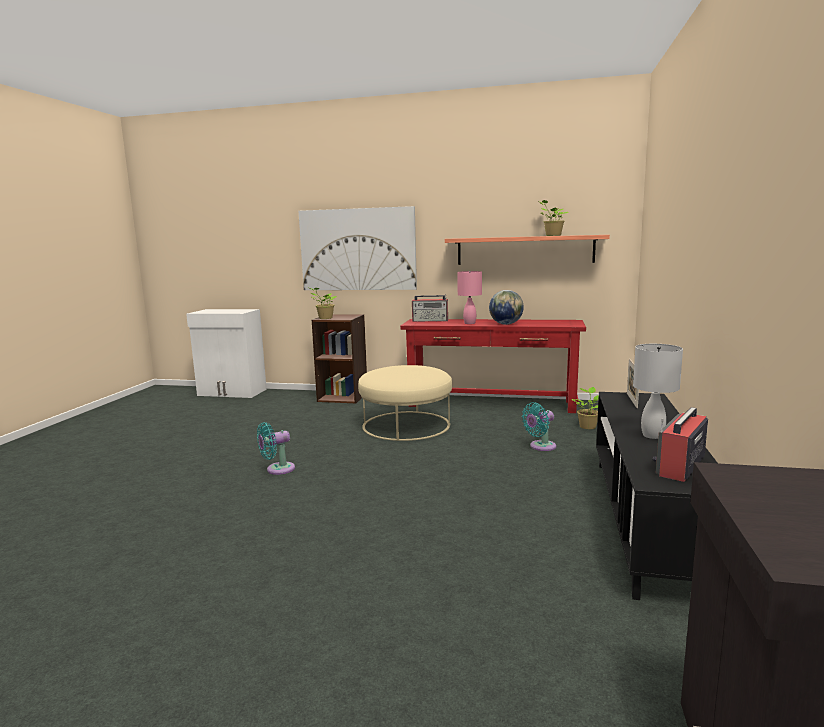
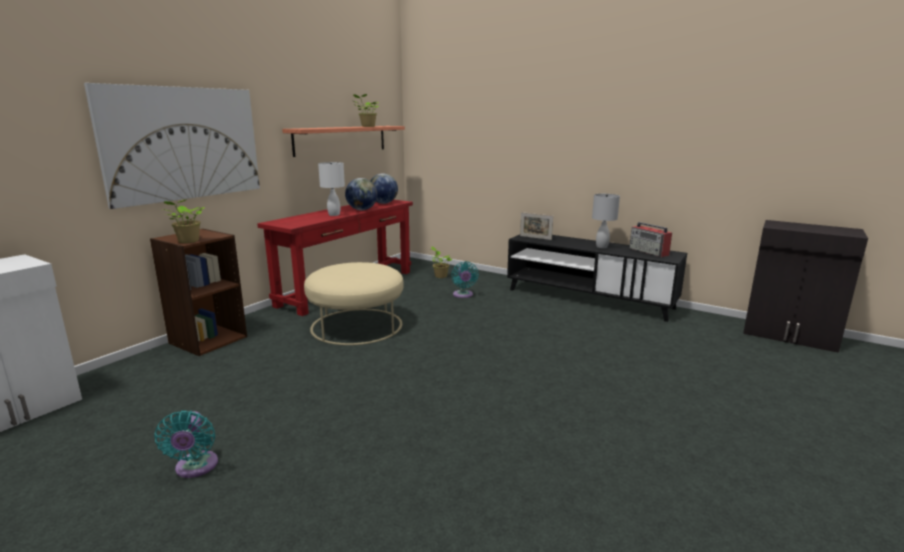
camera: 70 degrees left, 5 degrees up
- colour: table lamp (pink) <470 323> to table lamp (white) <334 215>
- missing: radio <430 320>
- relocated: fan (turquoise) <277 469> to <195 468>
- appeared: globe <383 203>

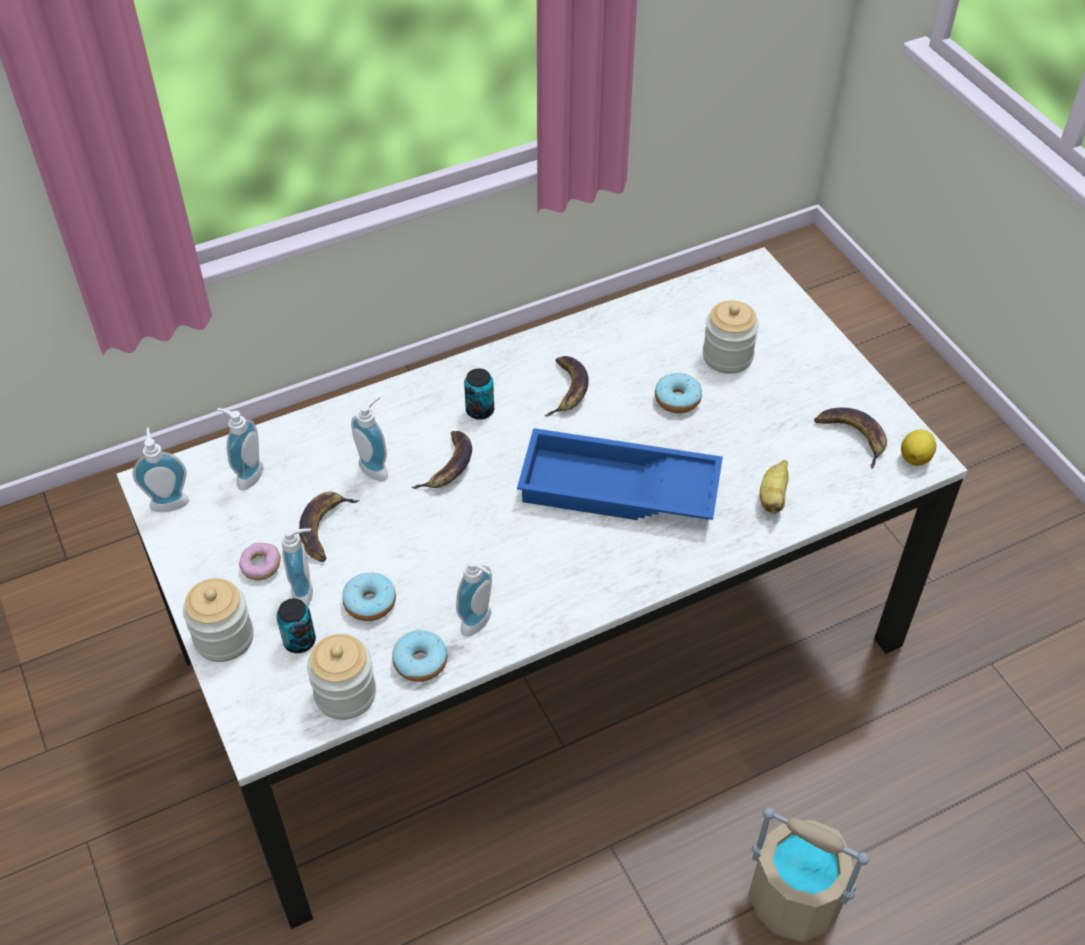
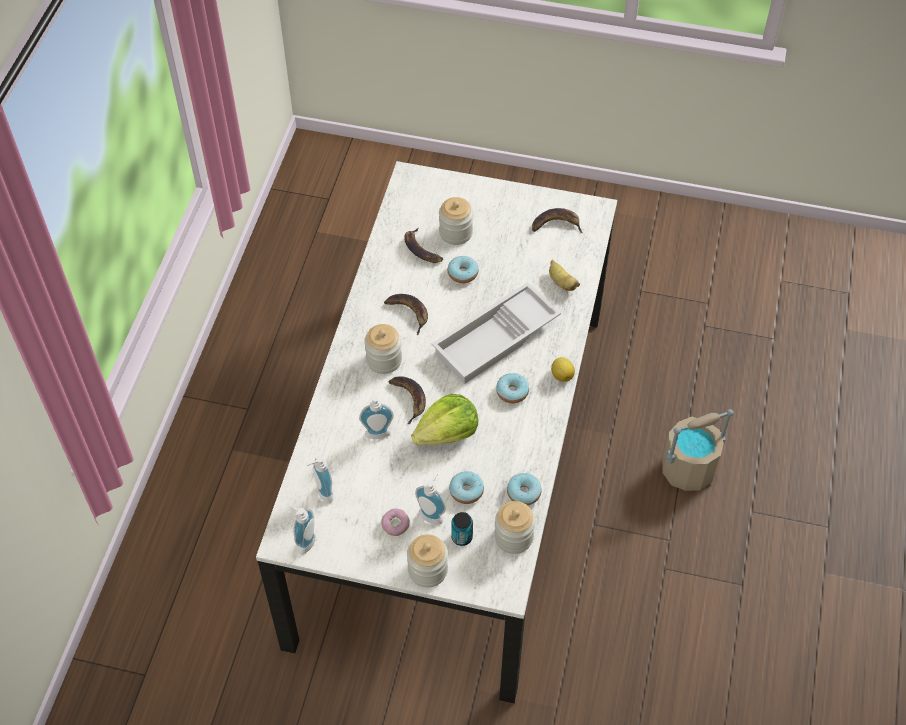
camera: 50 degrees left, 5 degrees up
- exchanged: can <480 410> to jar <384 360>
- colour: tray (blue) <617 491> to tray (white) <496 340>
- relocated: lemon <916 457> to <562 375>
- relocated: banana <324 528> to <421 249>
- missing: soap dispenser <480 624>
- appeared: donut <512 392>
- appeared: lettuce <447 433>

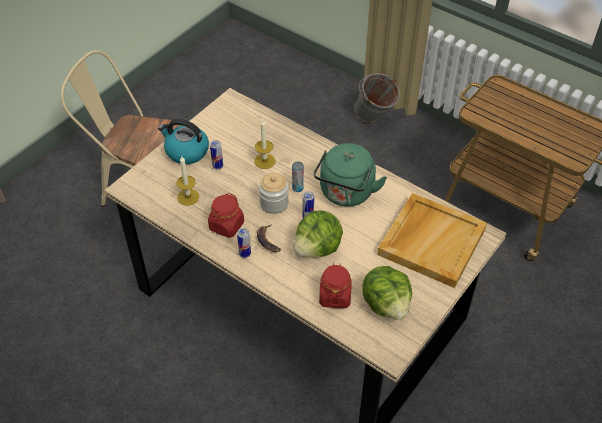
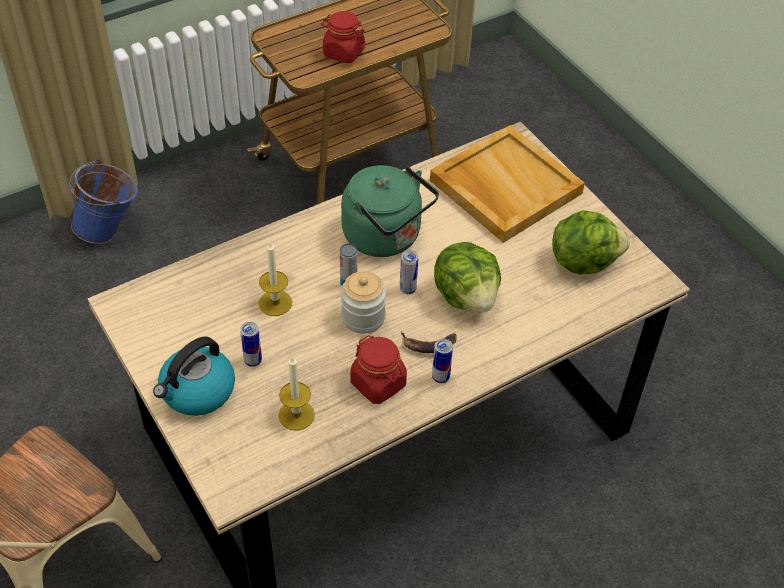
camera: 70 degrees left, 0 degrees up
- colour: bucket (grey) <374 119> to bucket (blue) <111 230>
- relocated: jar (red) <335 296> to <343 52>

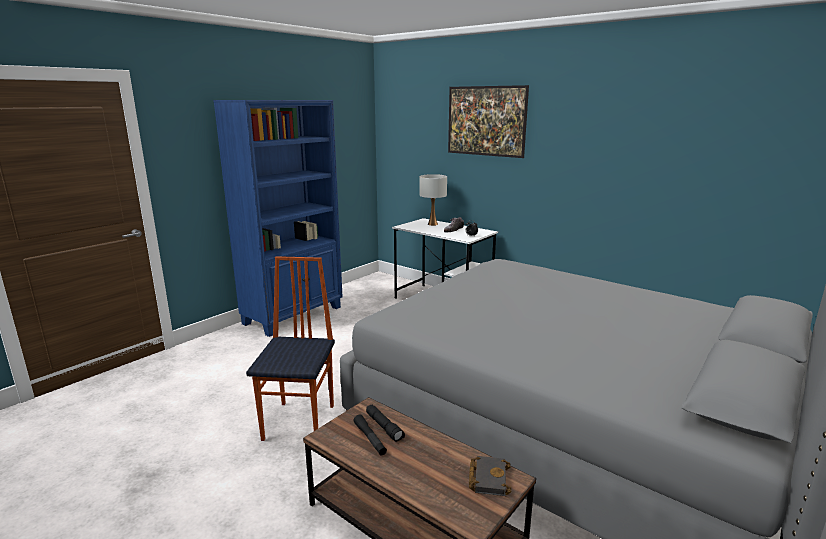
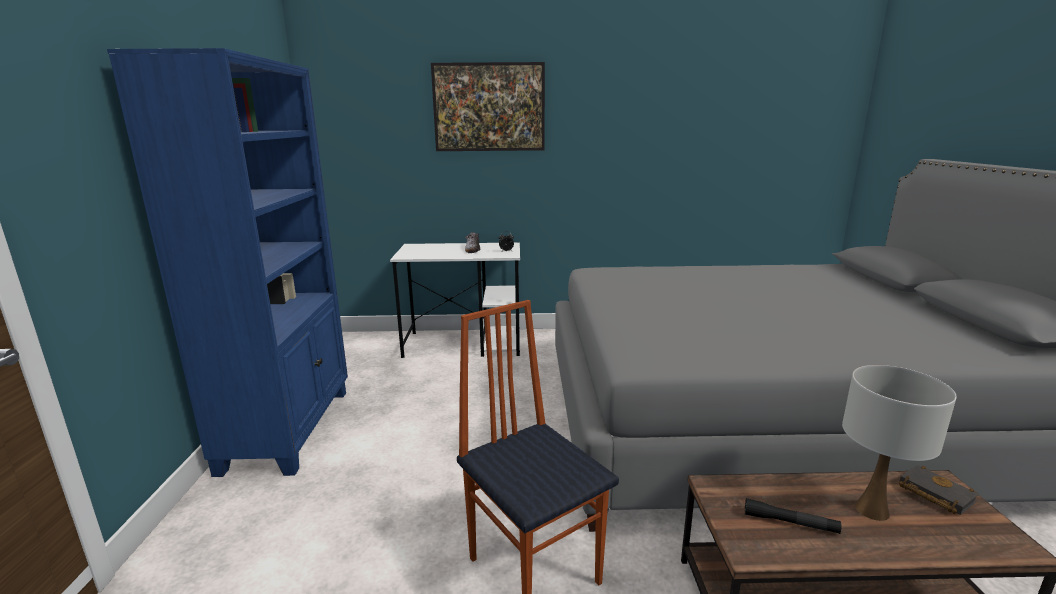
camera: 40 degrees left, 0 degrees up
- relocated: table lamp (white) <432 224> to <871 509>
- missing: flashlight (black) <385 427>

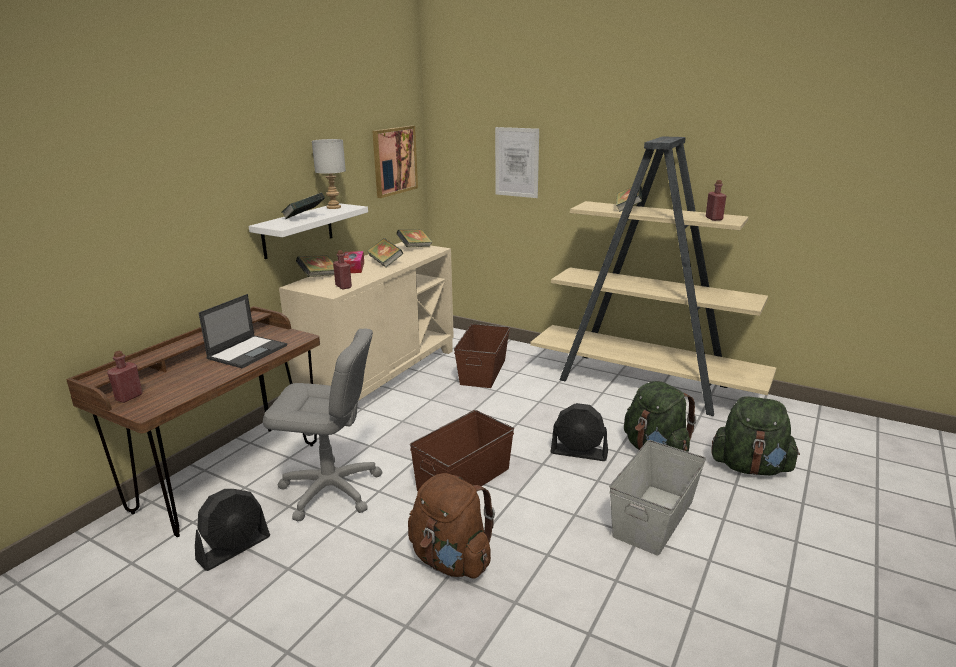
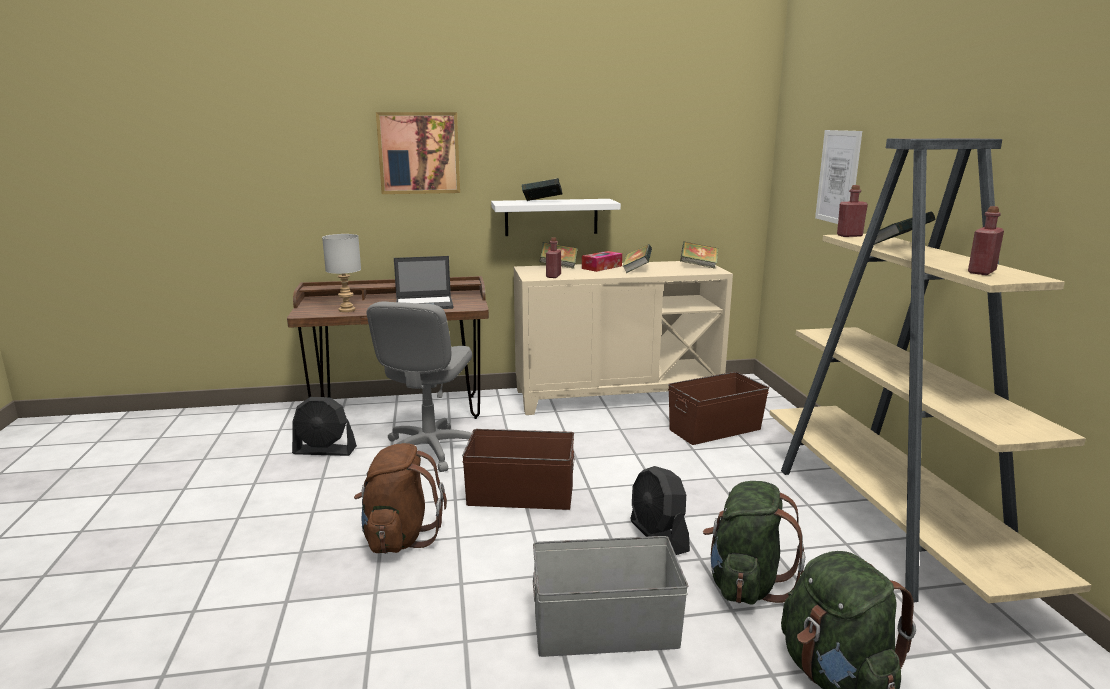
camera: 50 degrees right, 5 degrees down
- relocated: picture <394 160> to <419 153>
- relocated: table lamp (grey) <334 207> to <347 310>
- spun: office chair (grey) <330 490> = <429 450> 45 degrees clockwise
- relocated: bottle (red) <129 397> to <849 235>

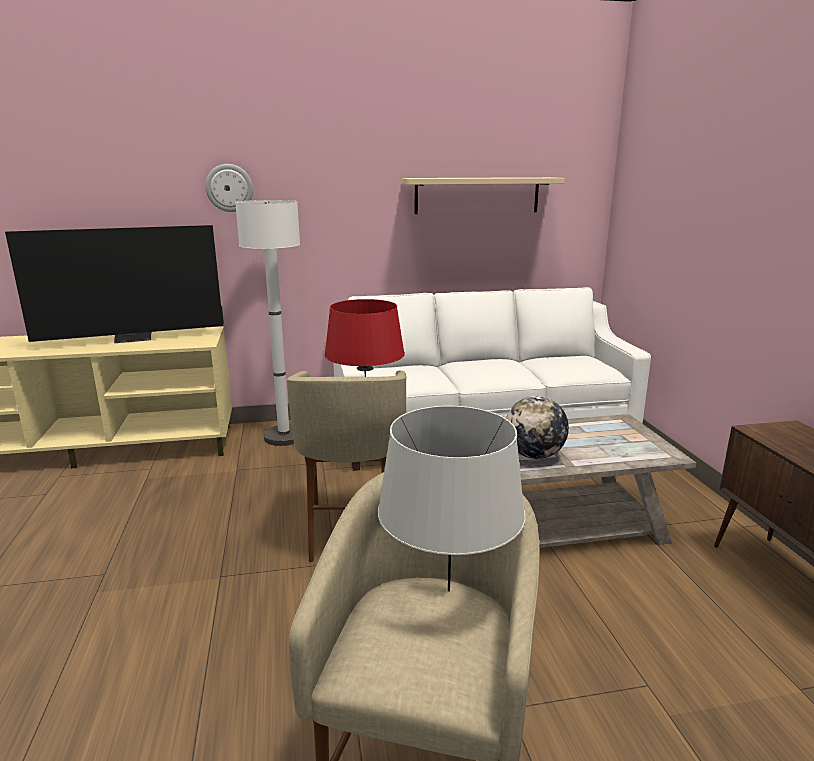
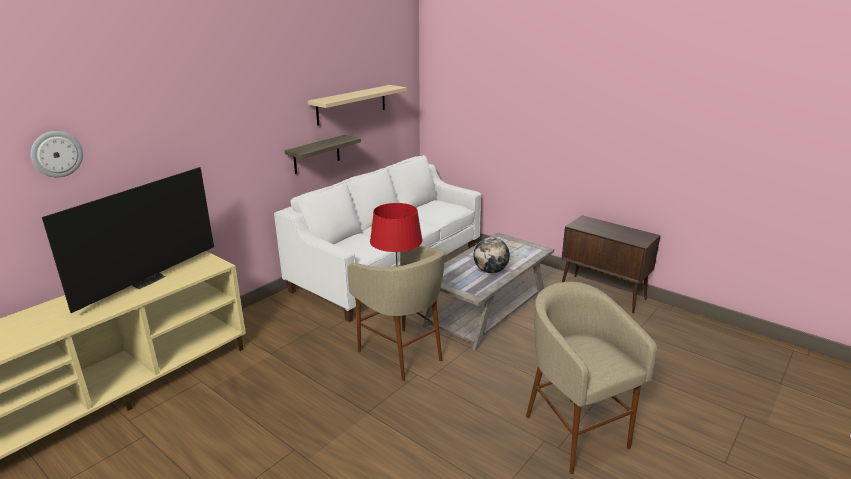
camera: 40 degrees left, 5 degrees up
- relocated: wall clock <229 188> to <56 154>
- missing: floor lamp (white) <284 437>
- missing: table lamp (grey) <448 591>
- appeared: shelf <316 154>

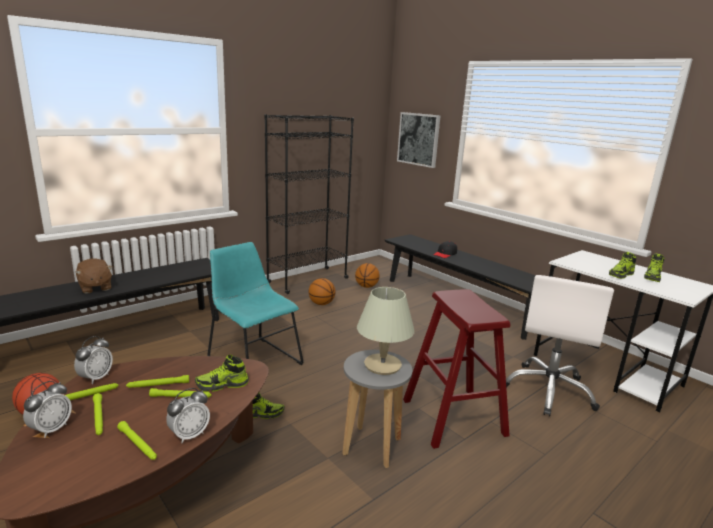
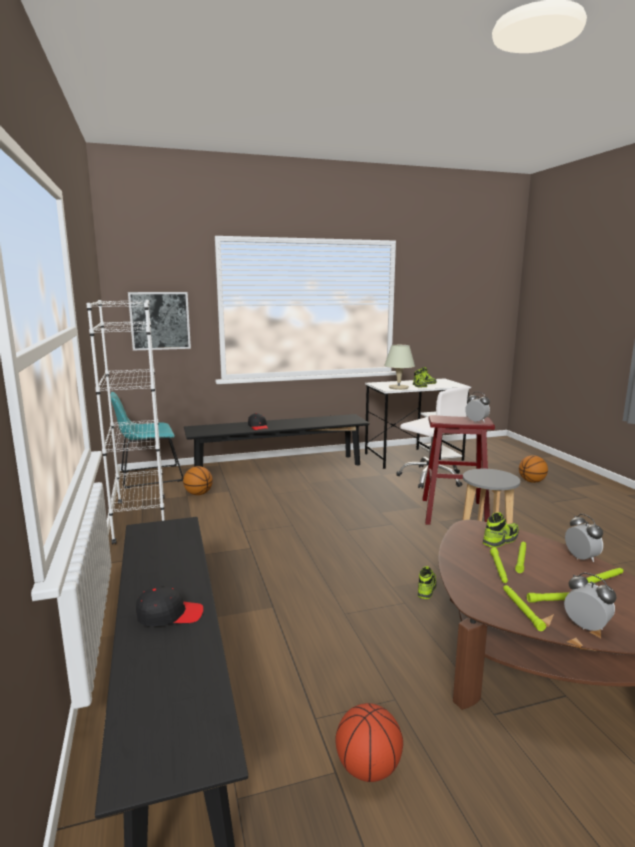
camera: 65 degrees left, 5 degrees down
- colour: bookcase (black) <307 280> to bookcase (white) <140 519>
- relocated: chair (turquoise) <253 360> to <148 476>
- exchanged: plush toy (brown) <95 287> to cap (black) <169 614>
- relocated: basketball <321 304> to <532 481>
- relocated: table lamp (beige) <383 365> to <398 387>
- relocated: alarm clock <96 378> to <476 421>
- spun: shoe <222 385> = <500 540> 135 degrees counterclockwise

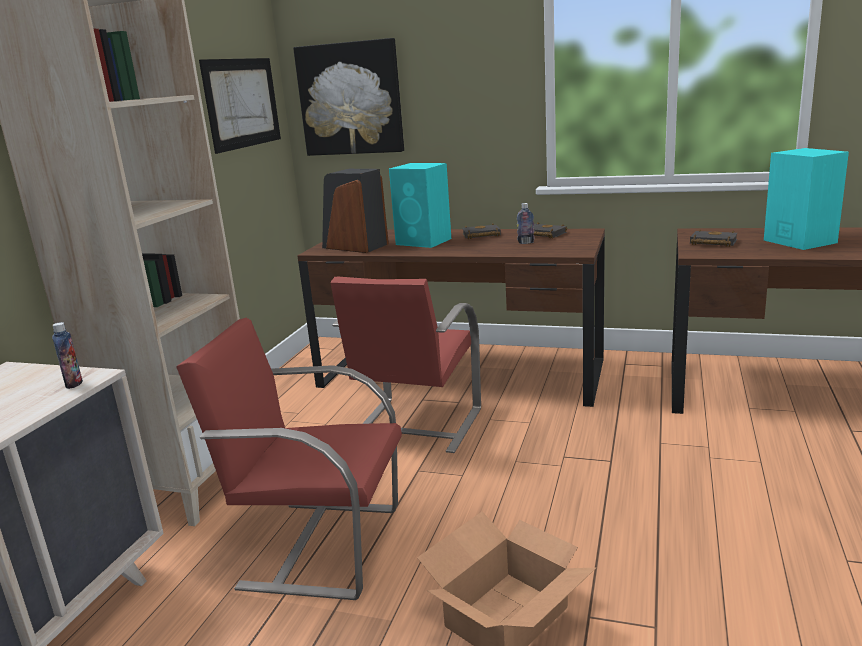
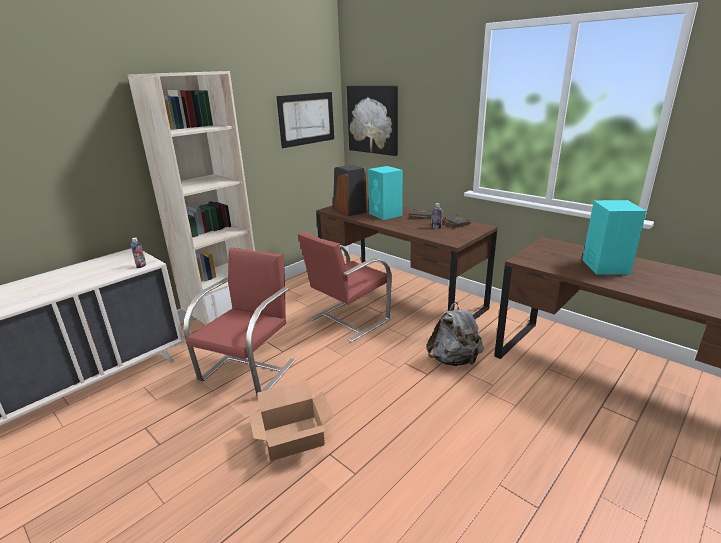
camera: 25 degrees right, 5 degrees up
- missing: book (black) <711 243>
- spun: chair (red) <319 545> = <250 369> 75 degrees clockwise
- appeared: backpack (grey) <454 360>

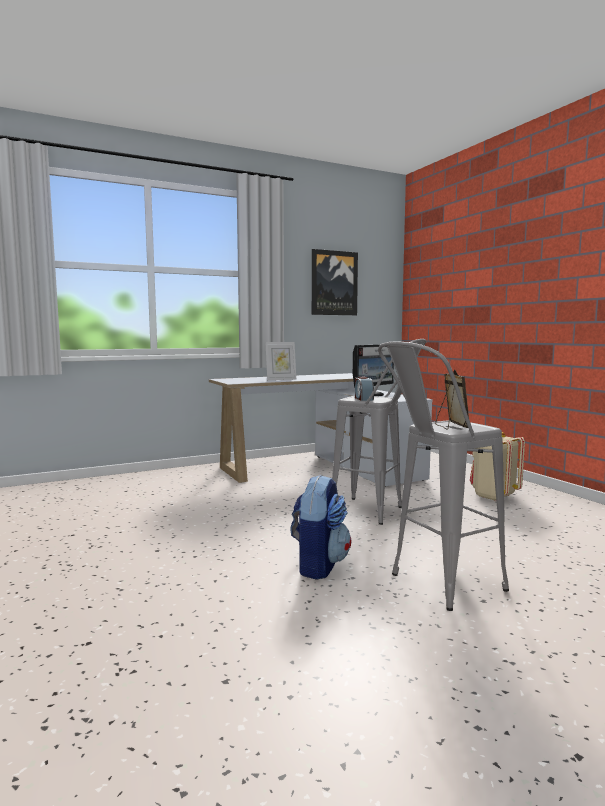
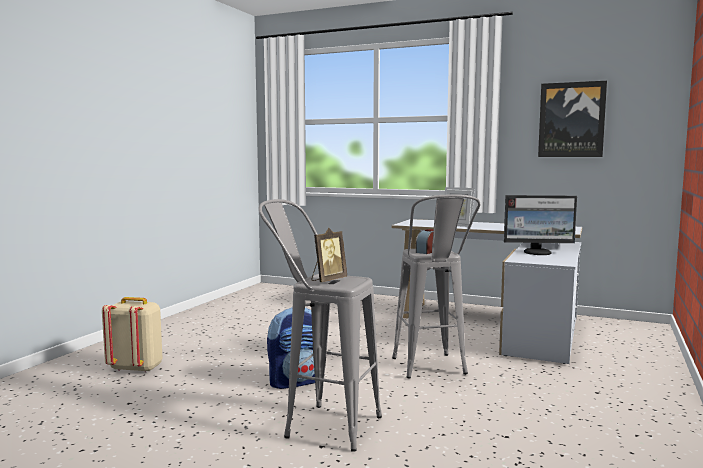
camera: 50 degrees right, 0 degrees up
- relocated: backpack (beige) <494 496> to <136 368>

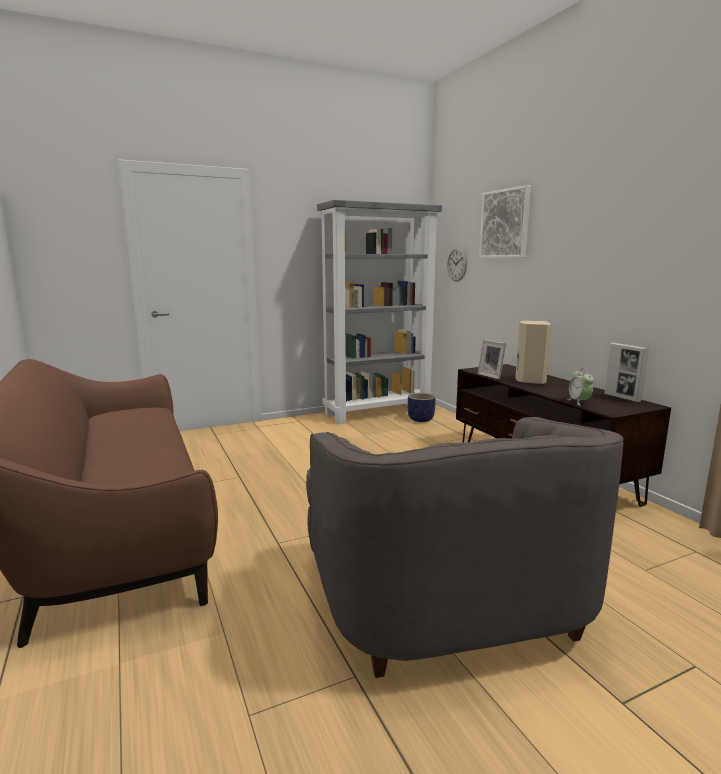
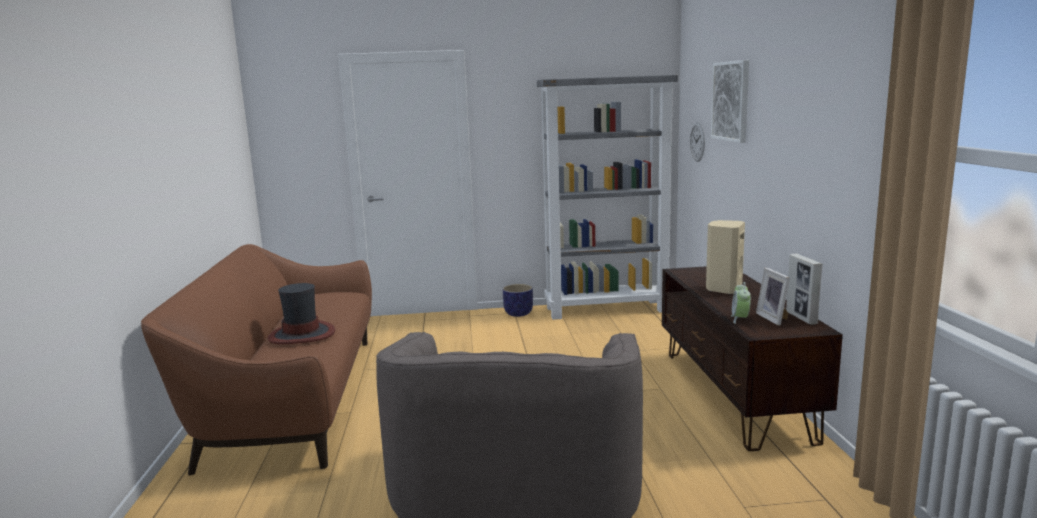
camera: 20 degrees right, 0 degrees up
- relocated: picture frame <492 376> to <774 318>
- relocated: planter <421 419> to <518 313>
- appeared: hat <302 334>

